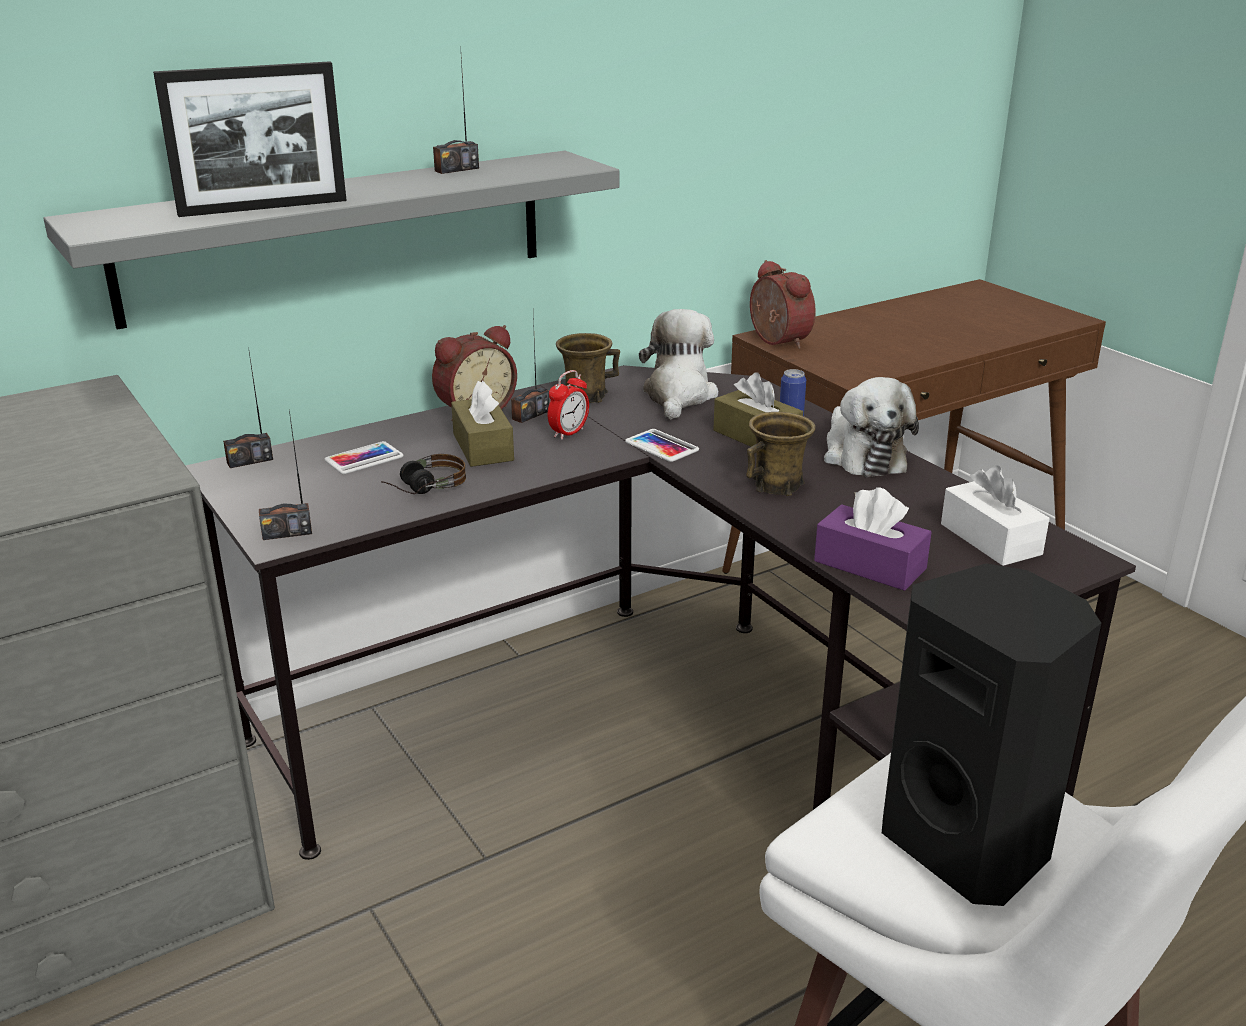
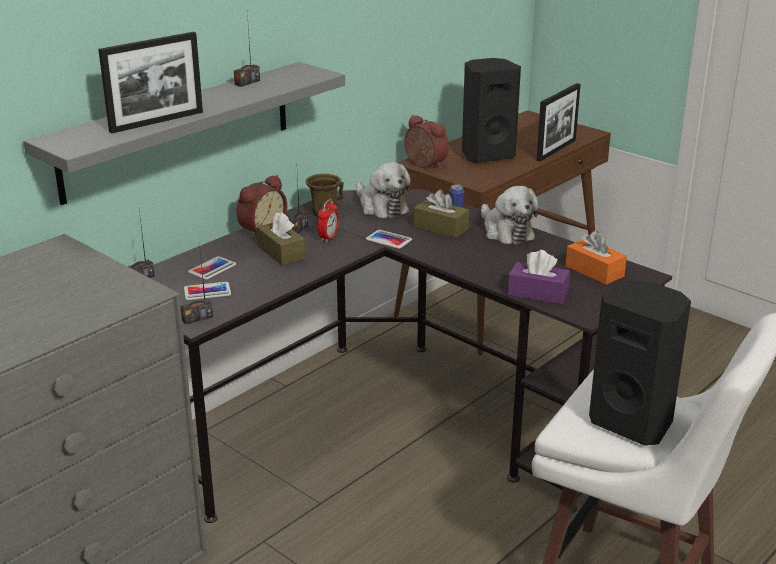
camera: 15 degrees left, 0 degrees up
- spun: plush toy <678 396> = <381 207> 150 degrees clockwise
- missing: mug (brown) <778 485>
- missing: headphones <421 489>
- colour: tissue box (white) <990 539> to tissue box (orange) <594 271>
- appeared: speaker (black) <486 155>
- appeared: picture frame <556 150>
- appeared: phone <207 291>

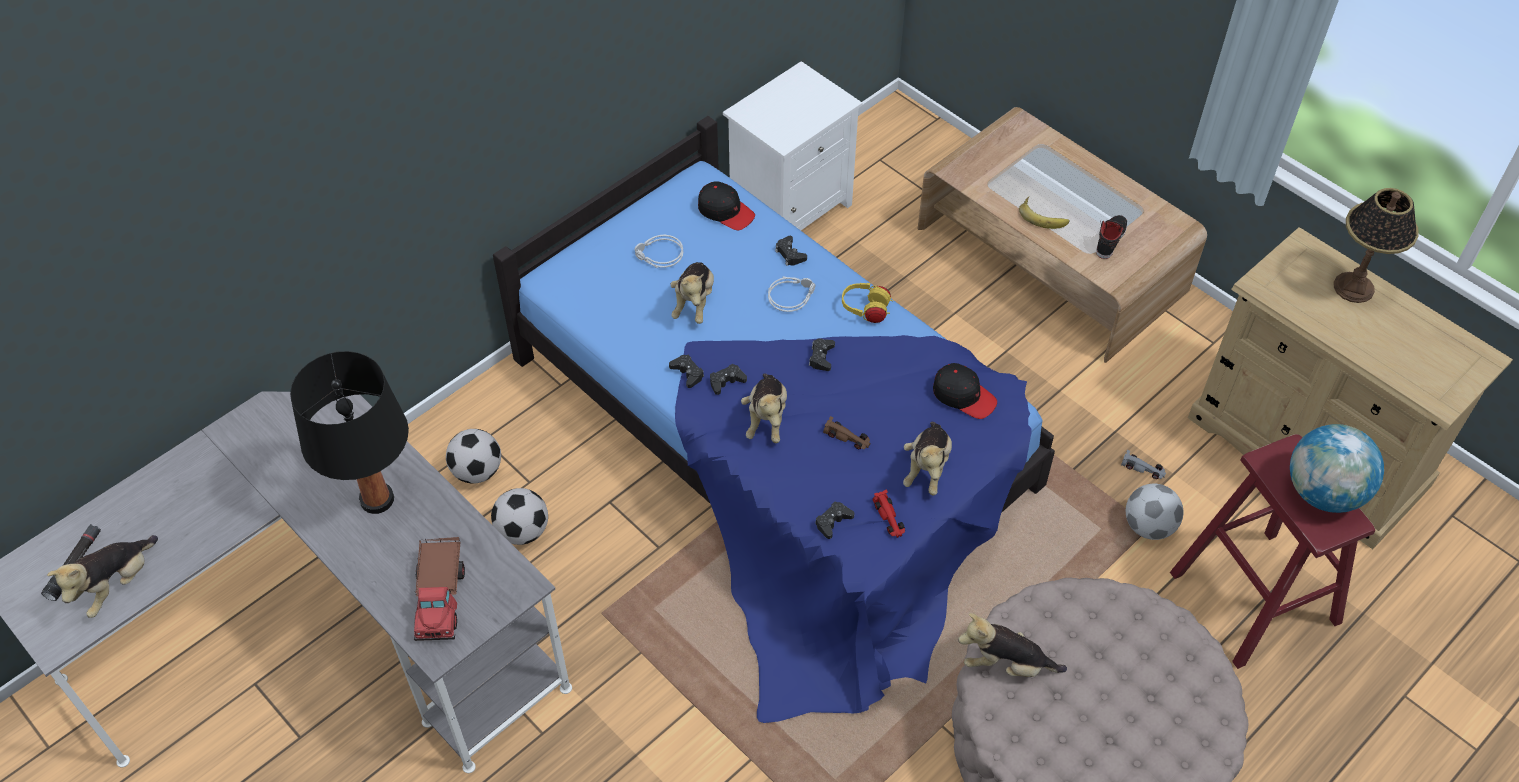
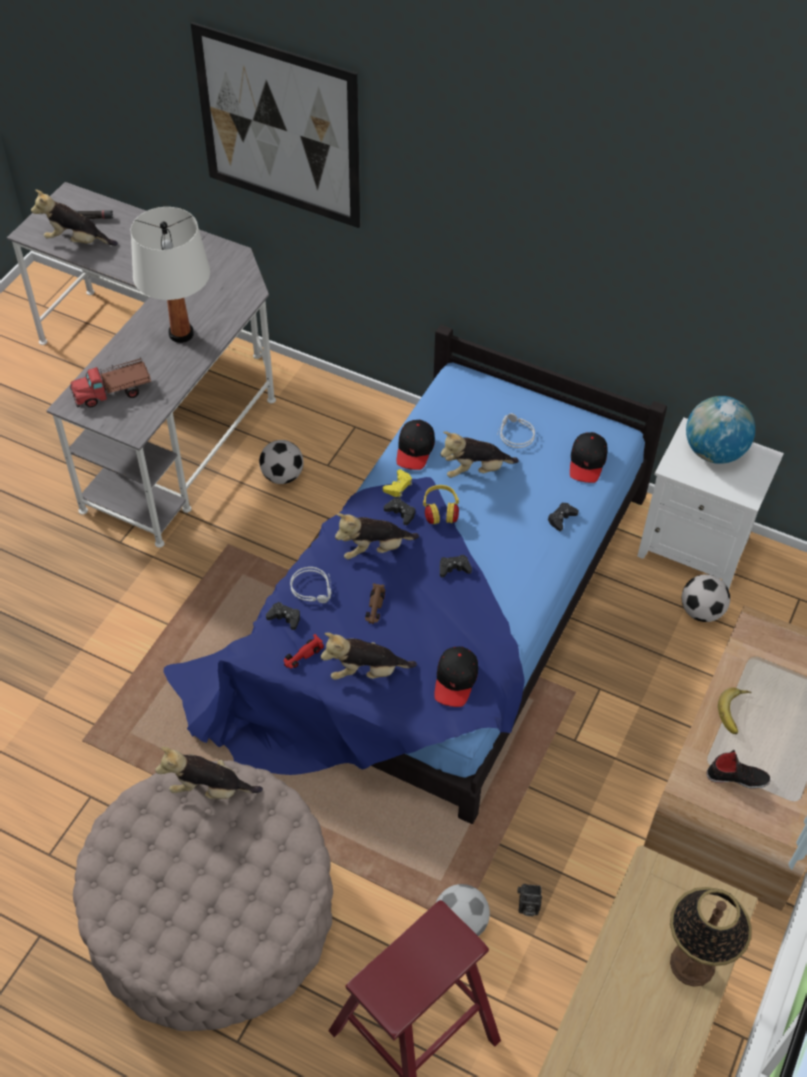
camera: 70 degrees right, 0 degrees up
- relocated: headphones (grey) <791 295> to <313 588>
- relocated: headphones (yellow) <866 310> to <440 512>
- colour: table lamp (black) <377 499> to table lamp (white) <181 334>
- colour: game controller (black) <687 373> to game controller (yellow) <398 486>
- relocated: globe <1323 493> to <713 452>
- relocated: football <477 471> to <701 611>
- exchanged: toy car (grey) <1143 468> to photo camera <527 906>
- spun: plush toy <1005 664> = <209 789> 75 degrees counterclockwise
- appeared: picture <279 127>
- appeared: cap (black) <415 449>

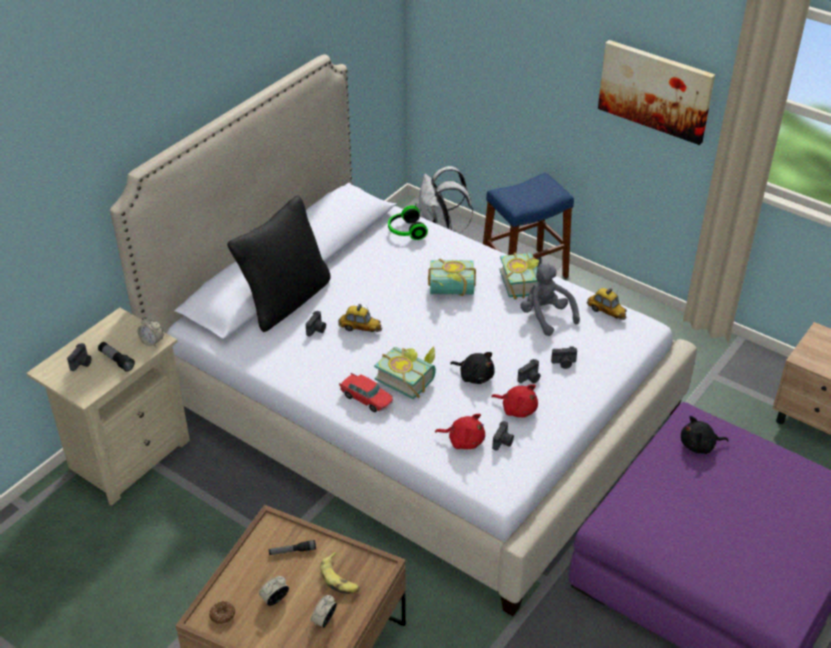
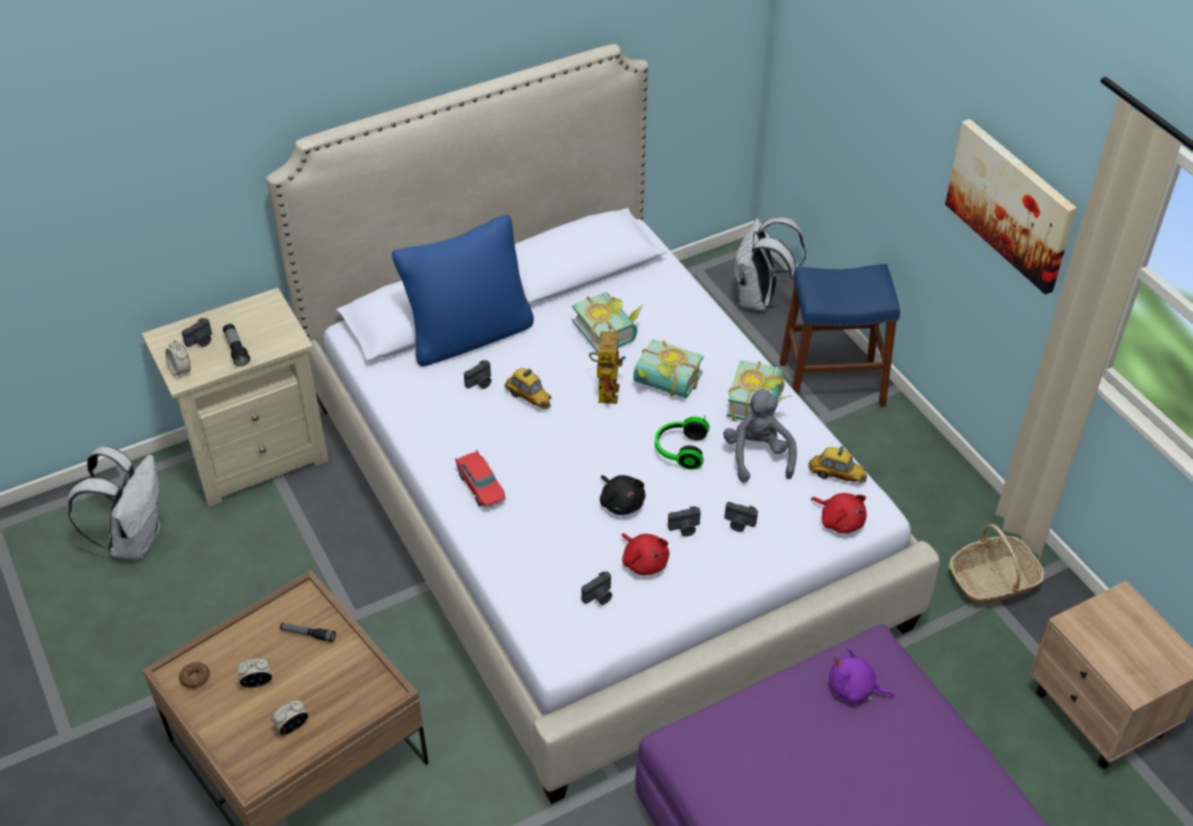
camera: 25 degrees right, 5 degrees up
- colour: pillow (black) <285 300> to pillow (blue) <469 335>
- relocated: headphones <406 231> to <680 450>
- spun: toy car <606 312> = <836 475> 45 degrees counterclockwise
- relocated: alarm clock <152 342> to <181 370>
- relocated: book <408 377> to <610 331>
- relocated: plush toy (red) <464 440> to <840 520>
- colour: plush toy (black) <699 445> to plush toy (purple) <854 689>
- missing: banana <340 579>
- appeared: toy robot <606 388>
- appeared: backpack (white) <135 539>
- appeared: basket <993 581>

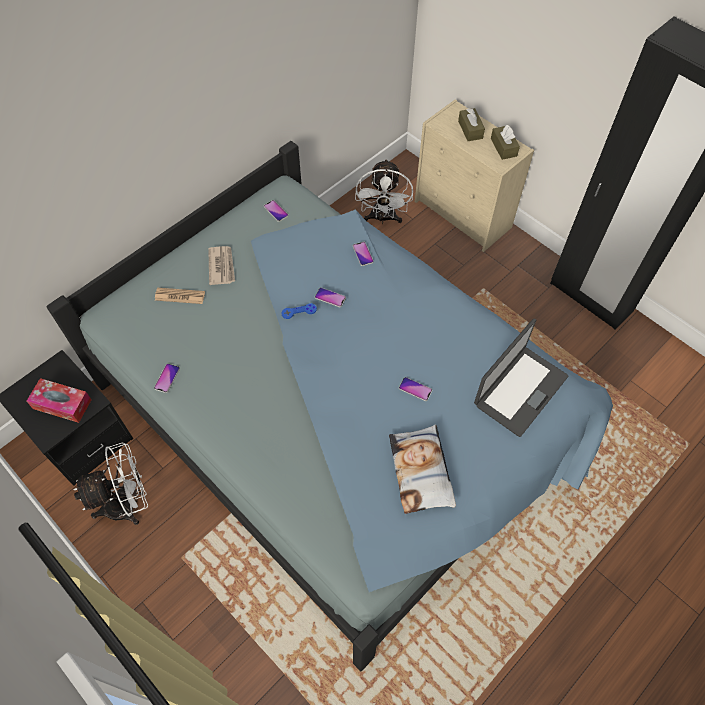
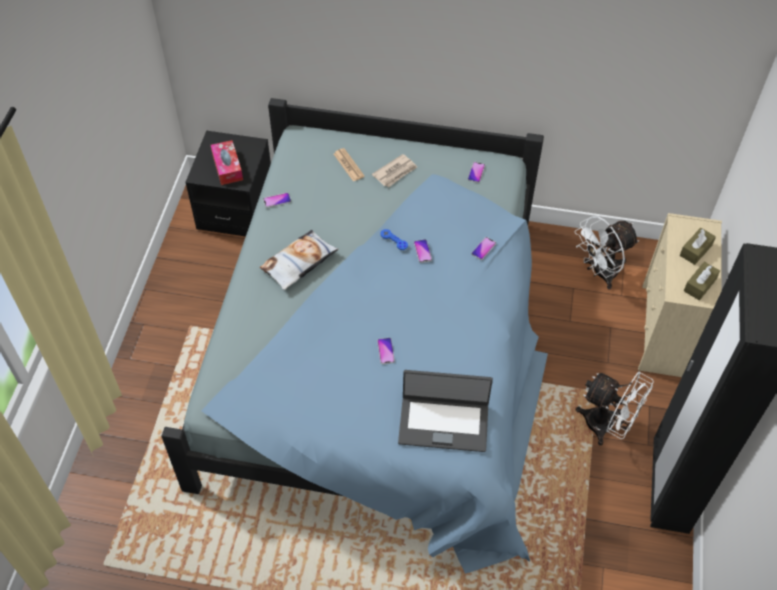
camera: 55 degrees right, 5 degrees down
- relocated: pillow <421 472> to <299 263>
- relocated: fan (white) <128 504> to <606 426>

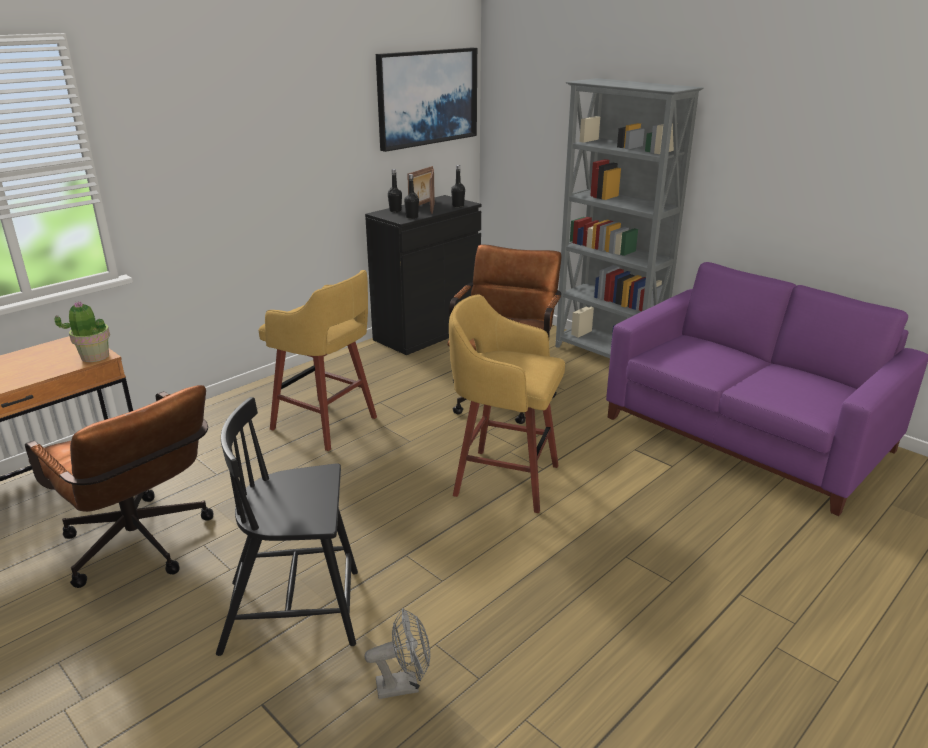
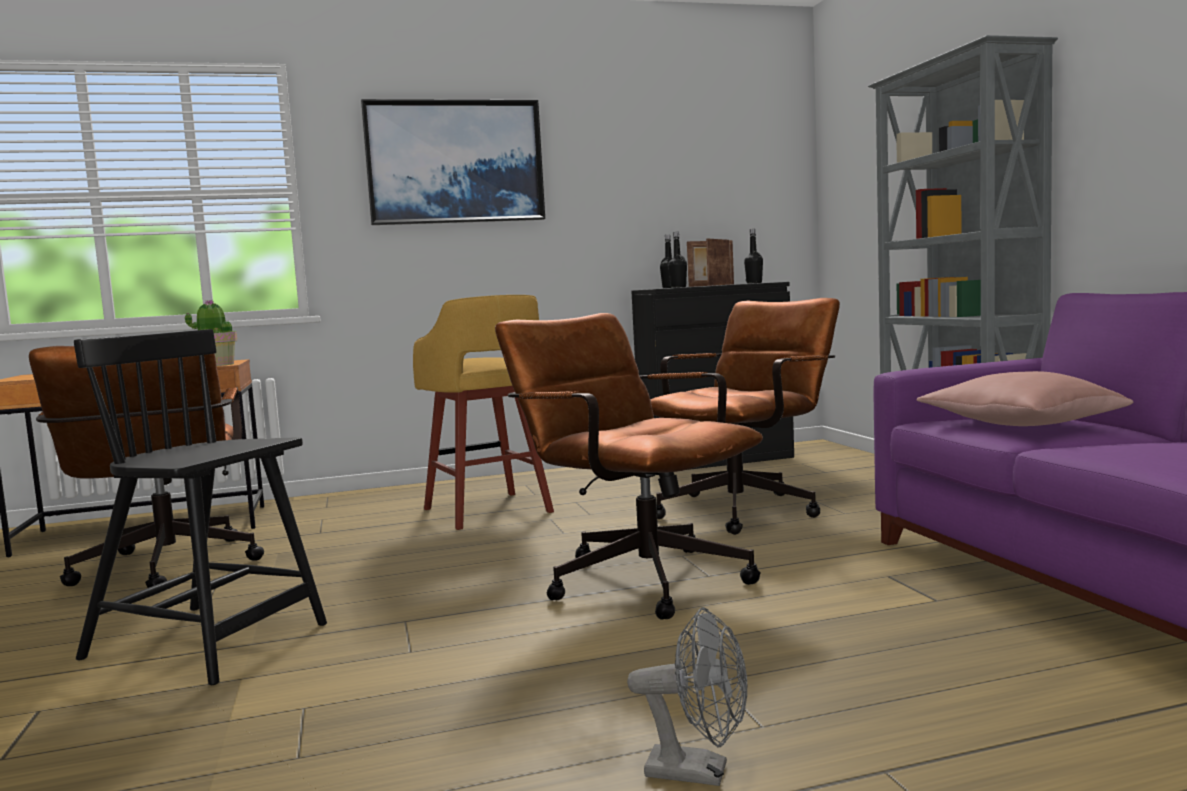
camera: 30 degrees right, 20 degrees down
- relocated: picture <427 97> to <455 162>
- exchanged: stool (yellow) <503 479> to office chair (brown) <635 577>
- relocated: fan (grey) <404 685> to <700 772>
- appeared: pillow (pink) <1020 424>

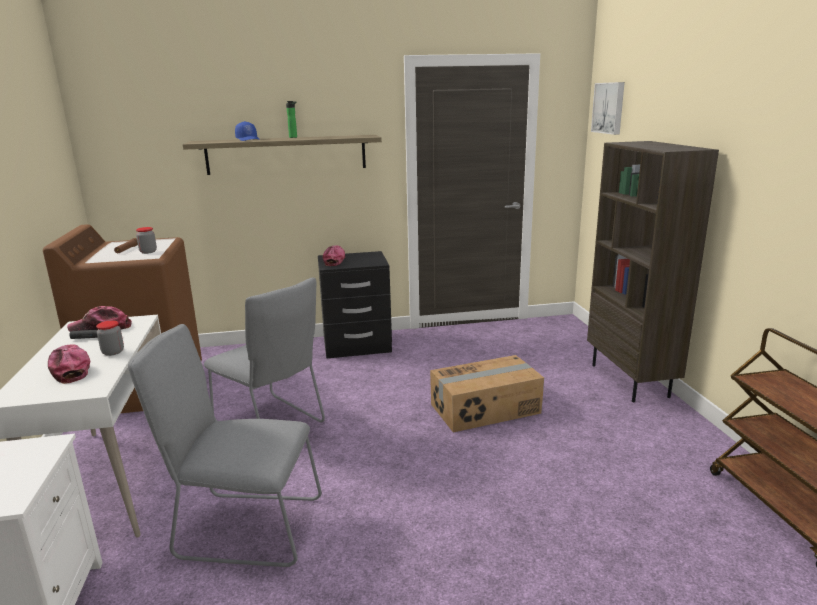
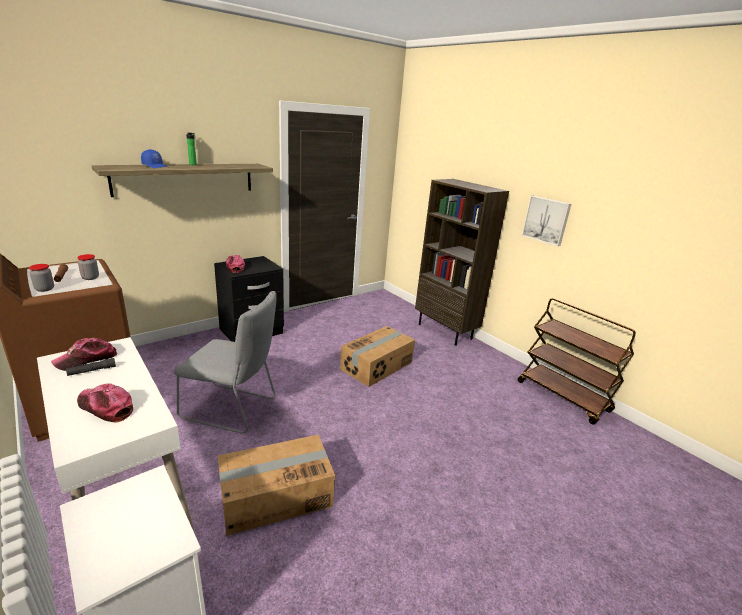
camera: 30 degrees left, 5 degrees up
- relocated: picture <609 108> to <546 220>
- relocated: jar <113 352> to <44 289>
- exchanged: chair (grey) <243 527> to cardboard box <275 495>

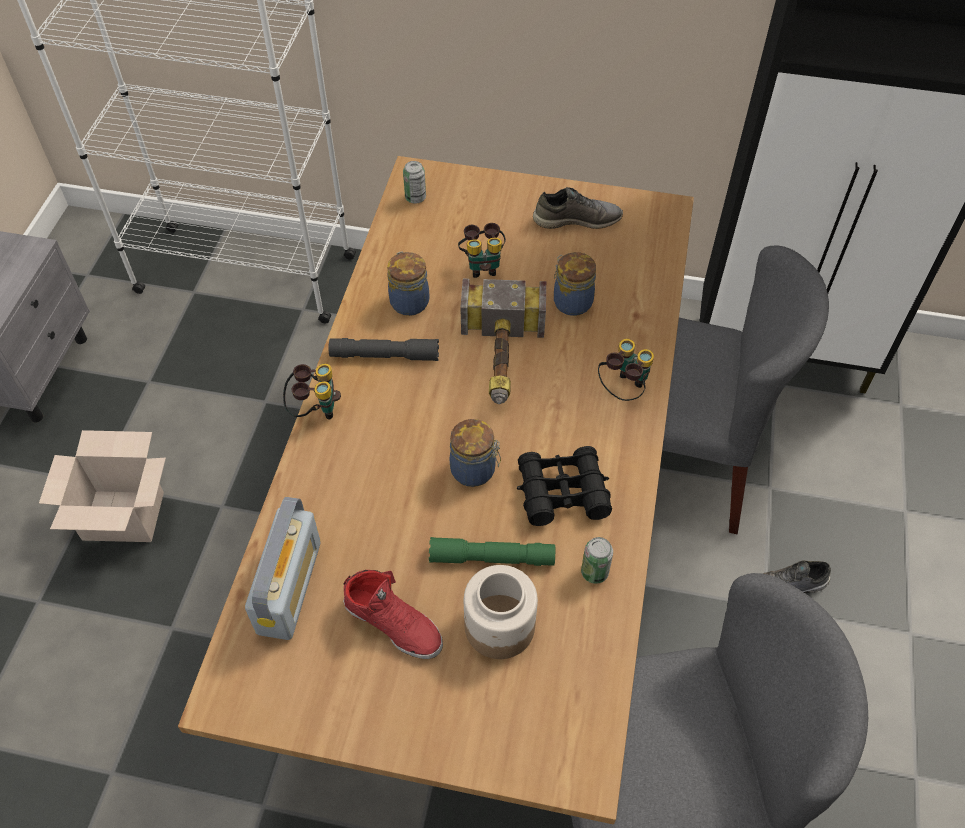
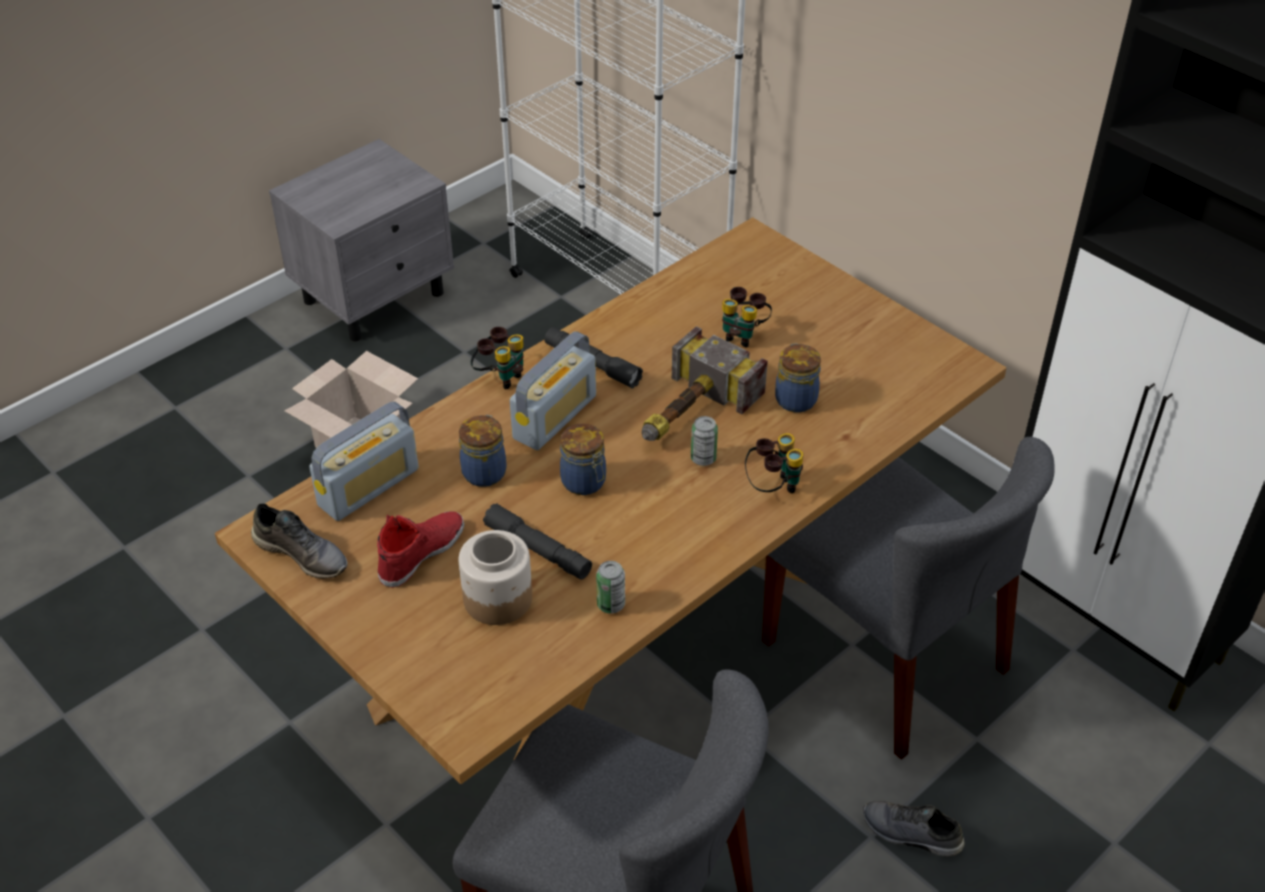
camera: 35 degrees right, 10 degrees down
- relocated: can <415 198> to <703 458>
- relocated: shoe (grey) <577 219> to <302 553>
- relocated: jar <409 301> to <485 471>
- missing: binoculars (black) <562 492>
- colour: flashlight (green) <492 558> to flashlight (grey) <538 550>
- spun: shoe (red) <394 623> = <421 552> 120 degrees counterclockwise
- appeared: radio <555 417>

